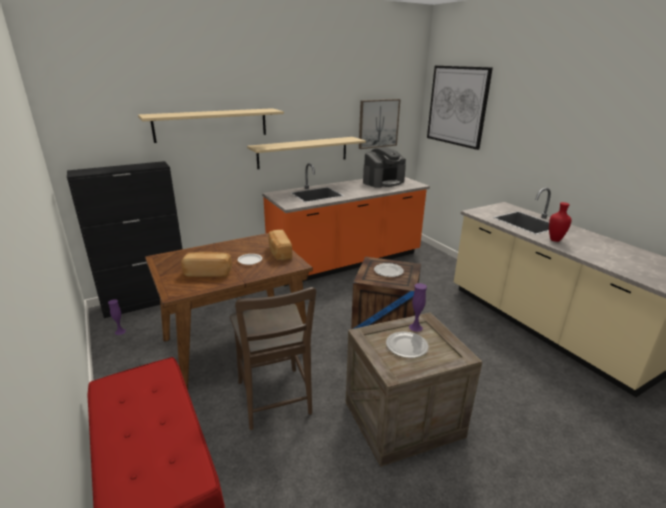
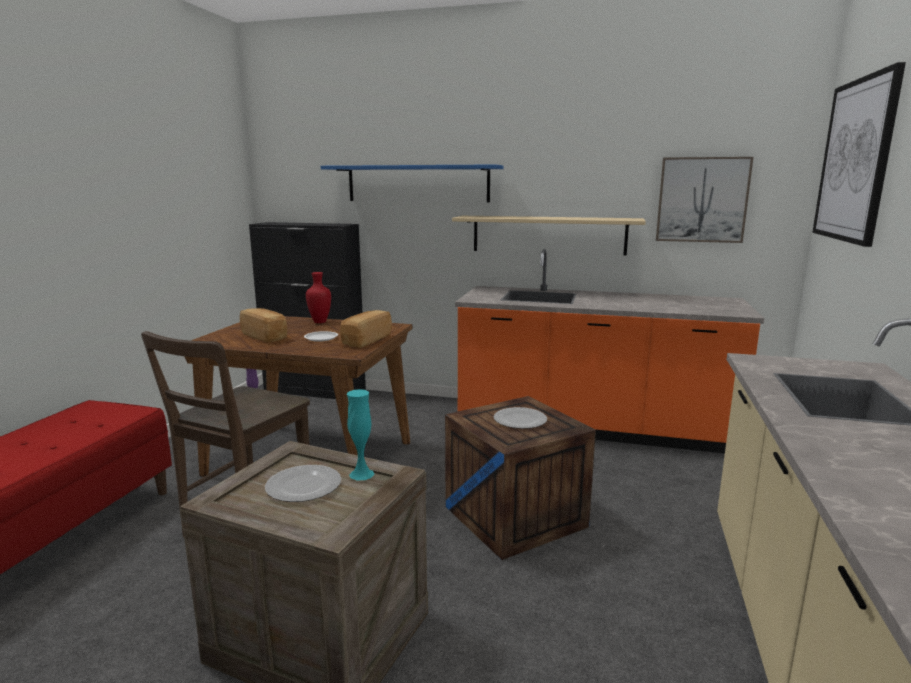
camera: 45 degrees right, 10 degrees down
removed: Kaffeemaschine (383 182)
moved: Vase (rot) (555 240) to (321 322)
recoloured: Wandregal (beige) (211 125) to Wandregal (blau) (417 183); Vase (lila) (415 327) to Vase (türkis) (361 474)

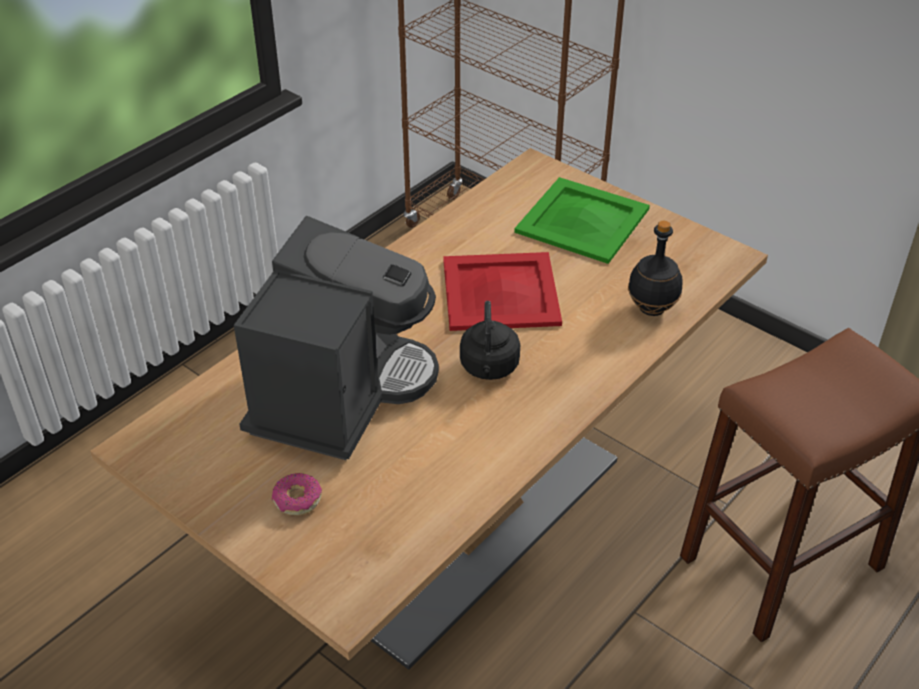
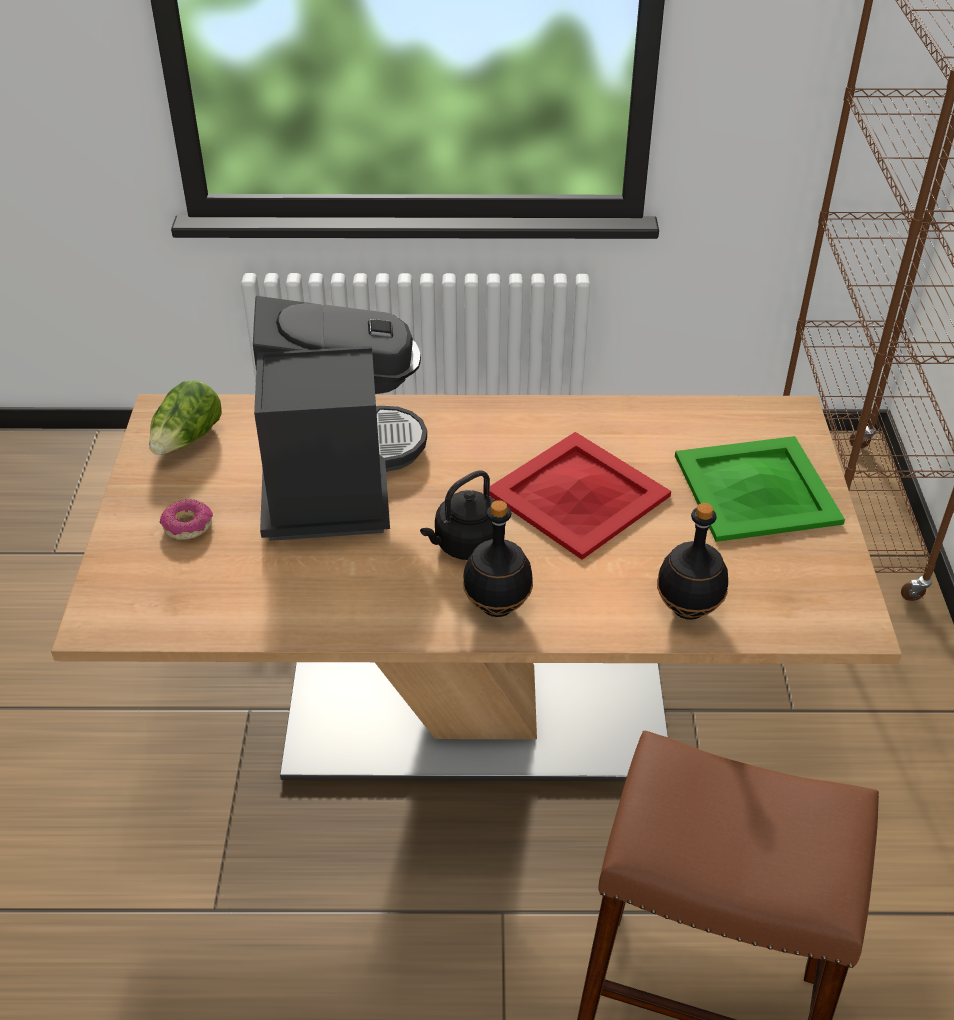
camera: 50 degrees right, 0 degrees up
added: Salatkopf (187 439); Flasche (schwarz) (496 605)
turned: Kaffeemaschine (340 392) = (334 476) 75 degrees counterclockwise

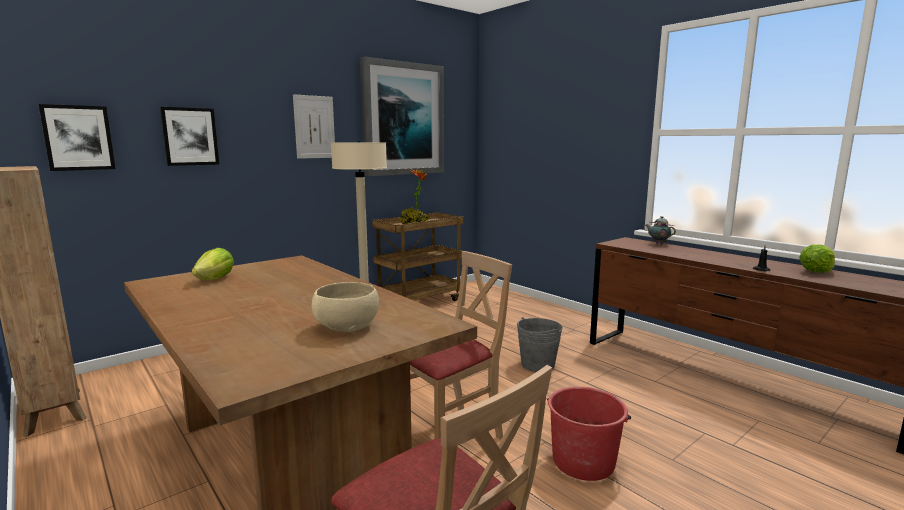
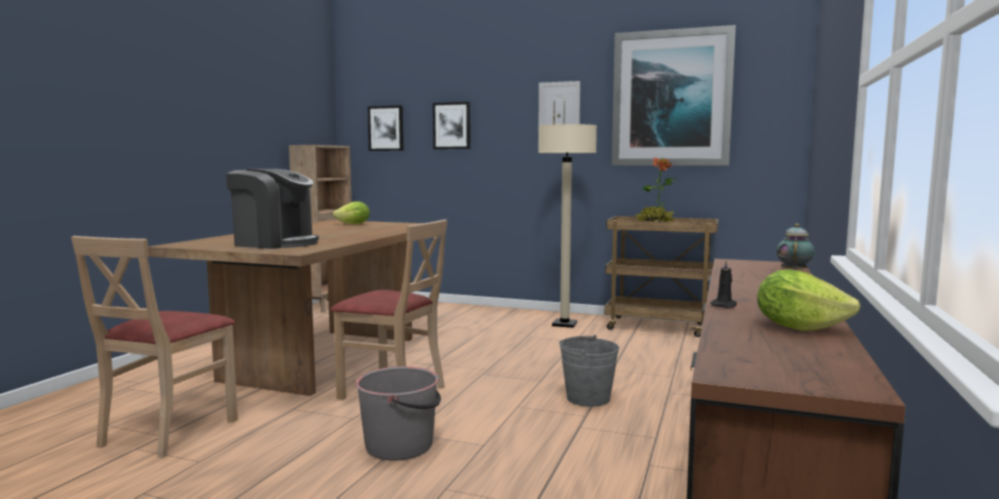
camera: 60 degrees right, 5 degrees down
replaced: Schüssel (beige) (346 327) to Kaffeemaschine (275 243)
recoloured: Eimer (rot) (583 461) to Eimer (grau) (400 446)

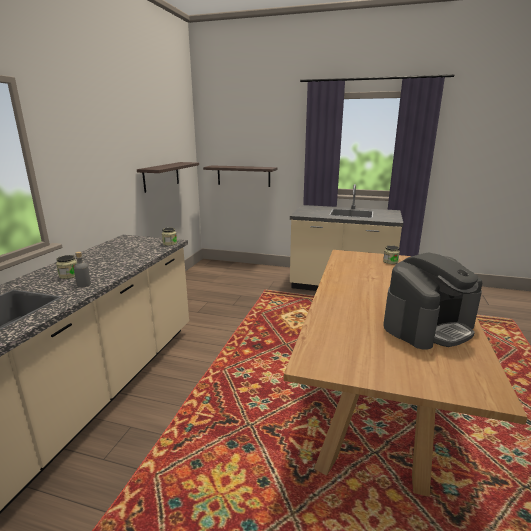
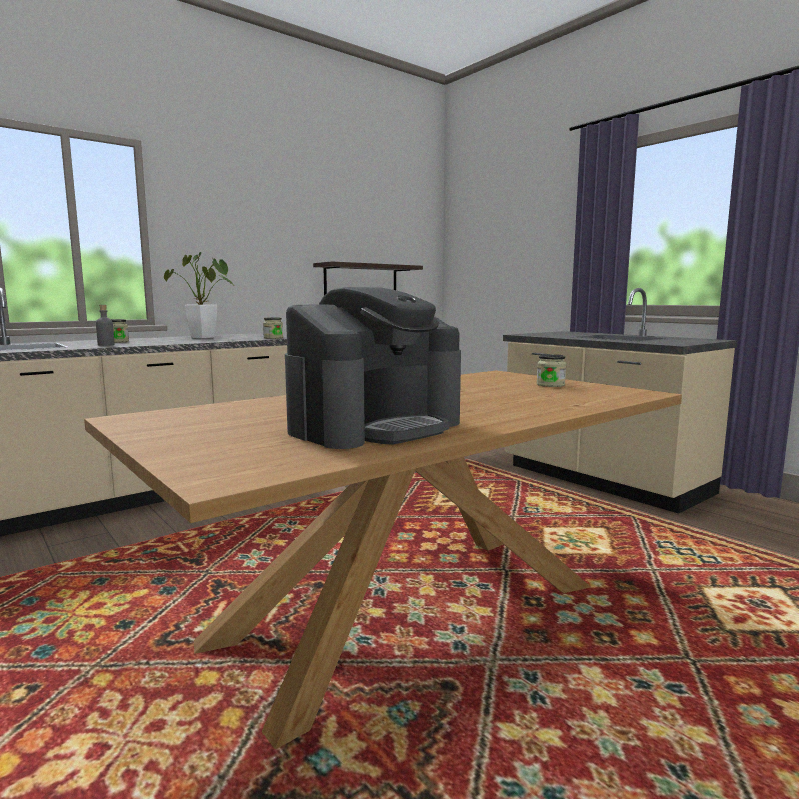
camera: 35 degrees right, 10 degrees down
removed: Wandregal (243 176)
added: Topfpflanze (206 337)
turned: Kaffeemaschine (428 326) = (375 426) 45 degrees counterclockwise

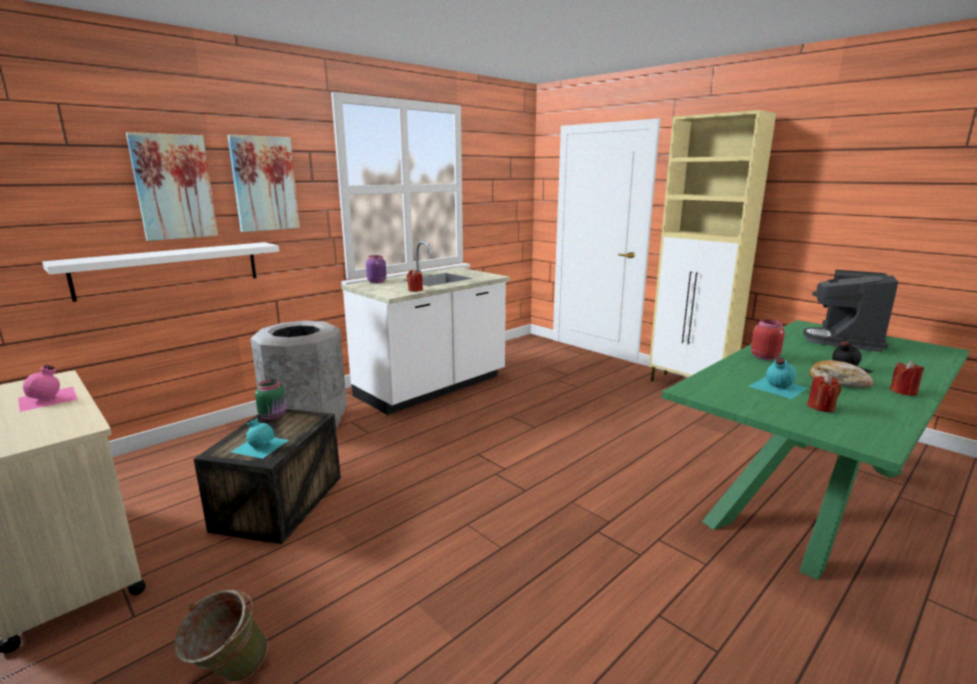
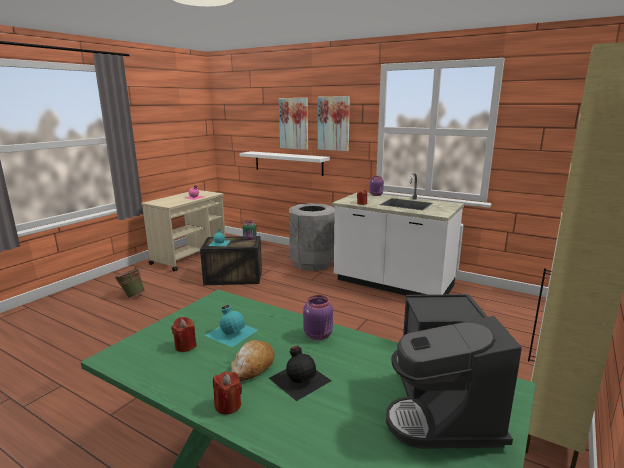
camera: 75 degrees right, 0 degrees up
recoloured: Vorratsglas (rot) (764 357) to Vorratsglas (lila) (319 335)
turned: Kaffeemaschine (847 340) = (442 410) 105 degrees counterclockwise

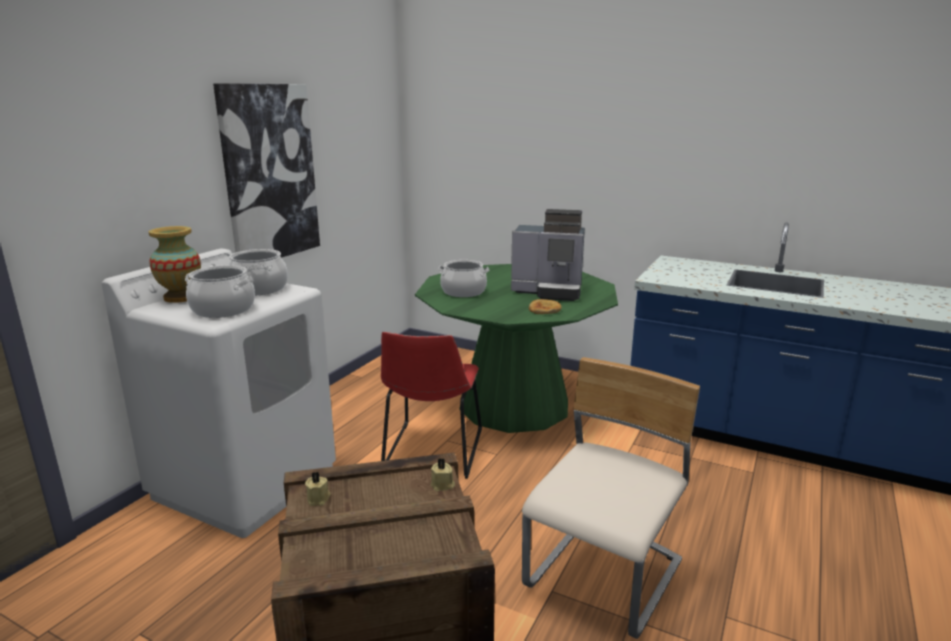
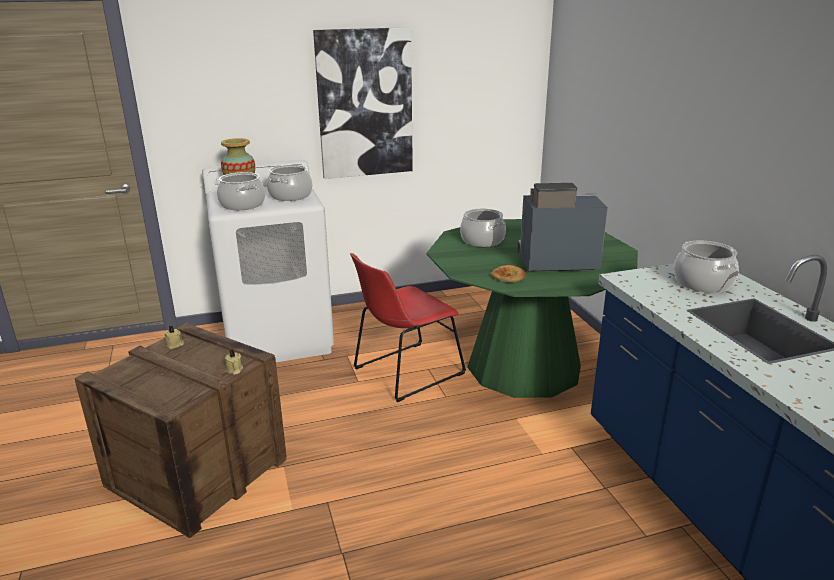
camera: 45 degrees right, 5 degrees up
removed: Stuhl (beige) (605 577)
added: Kochtopf (702 283)
turned: Kaffeemaschine (549 291) = (554 262) 120 degrees clockwise

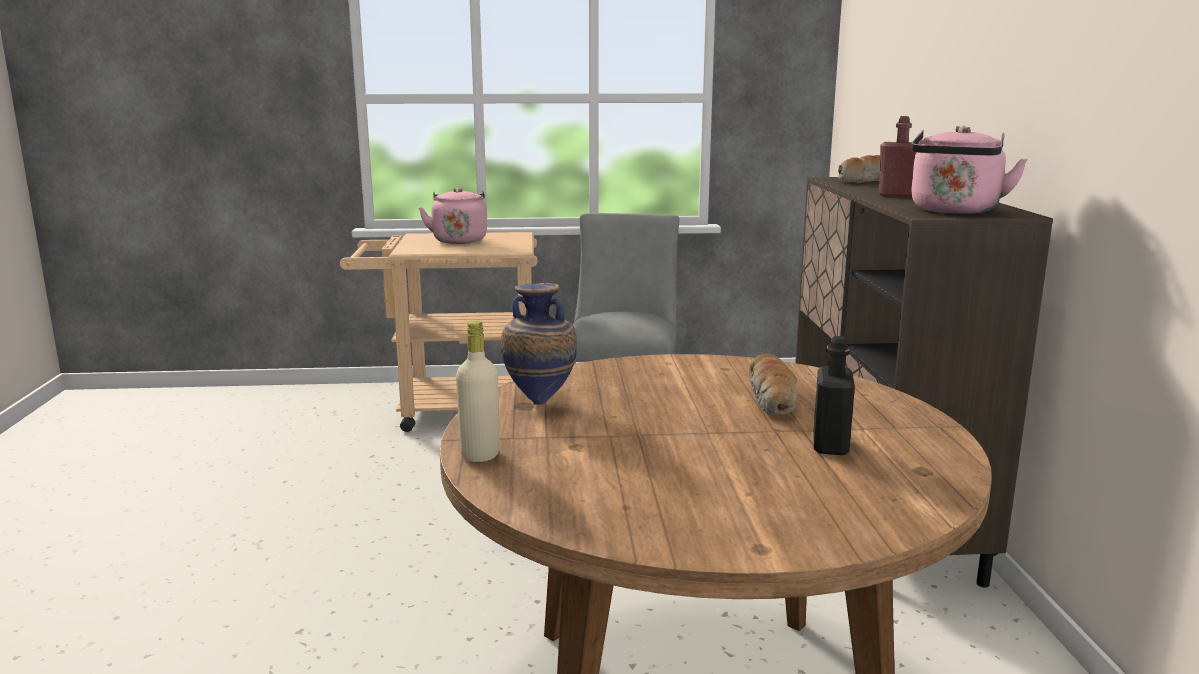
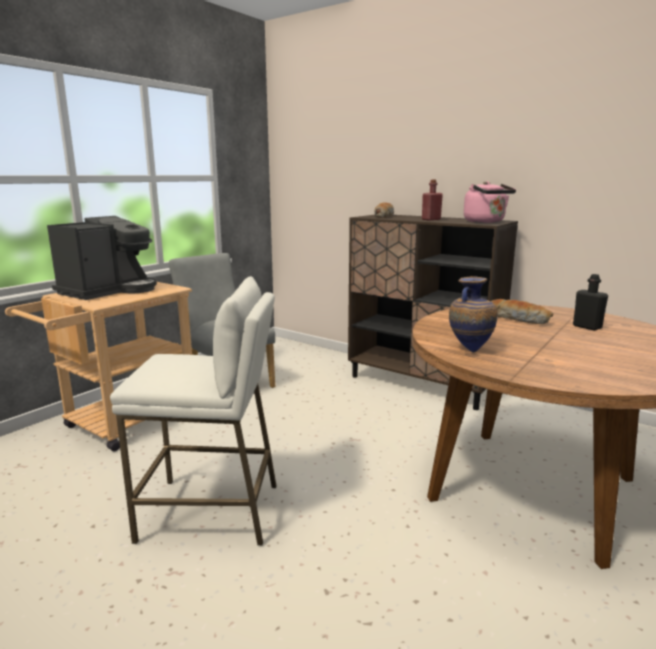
camera: 50 degrees left, 0 degrees up
removed: Flasche (beige) (480 455)
added: Hocker (weiß) (211 511)
replaced: Wasserkessel (rosa) (459 240) to Kaffeemaschine (109 291)

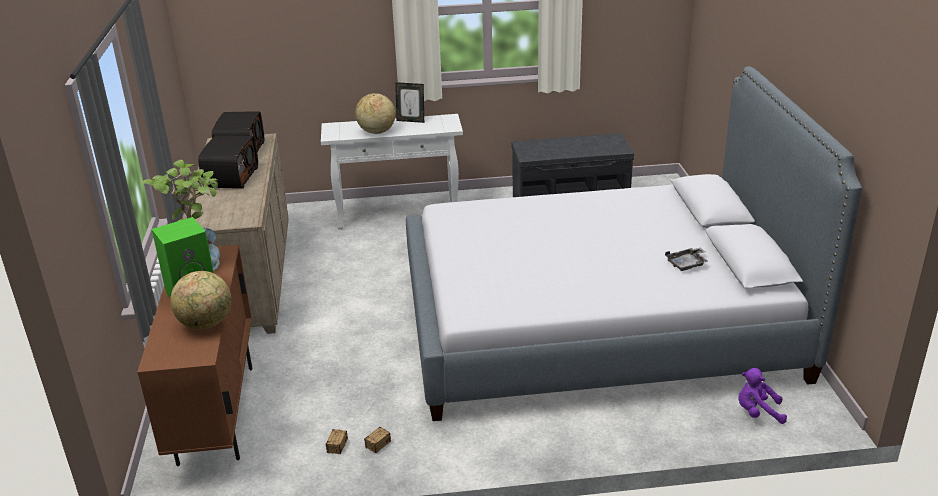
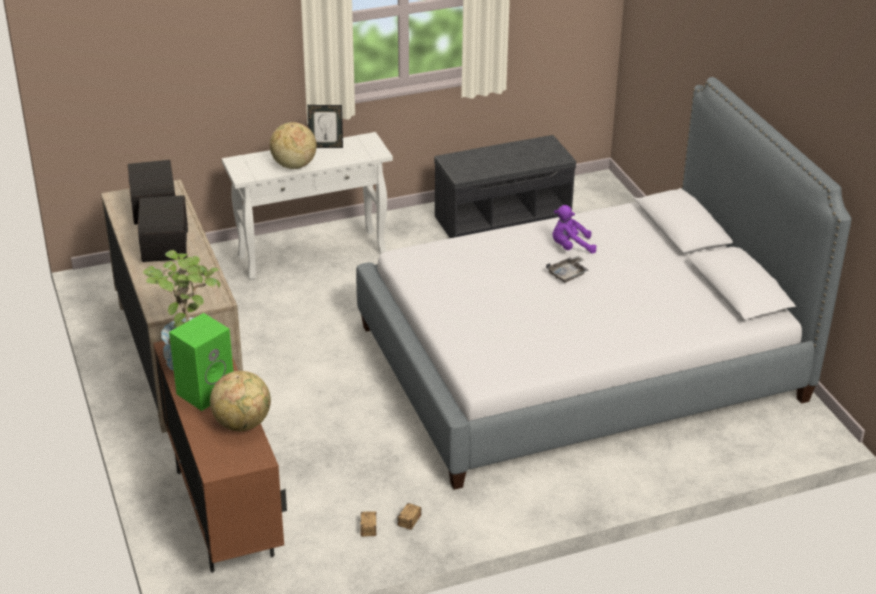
camera: 15 degrees left, 5 degrees up
moved: Tablett (grau) (687 264) to (568 274); Plüschtier (lila) (757 412) to (570 247)

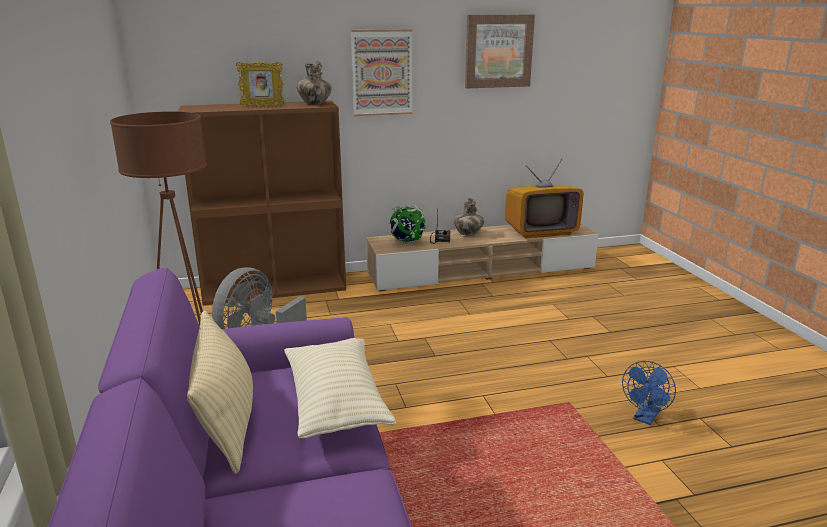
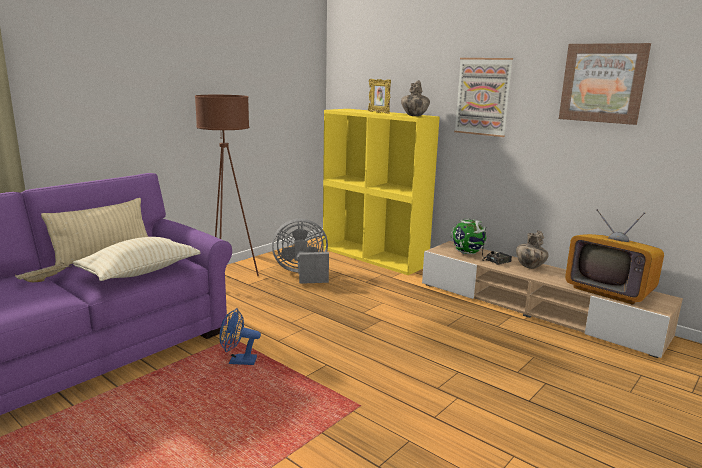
camera: 55 degrees right, 5 degrees down
added: Tablett (beige) (45 279)
moved: Ventilator (blau) (645 418) to (238 361)
recoloured: Bücherregal (braun) (276 288) to Bücherregal (gelb) (374 257)

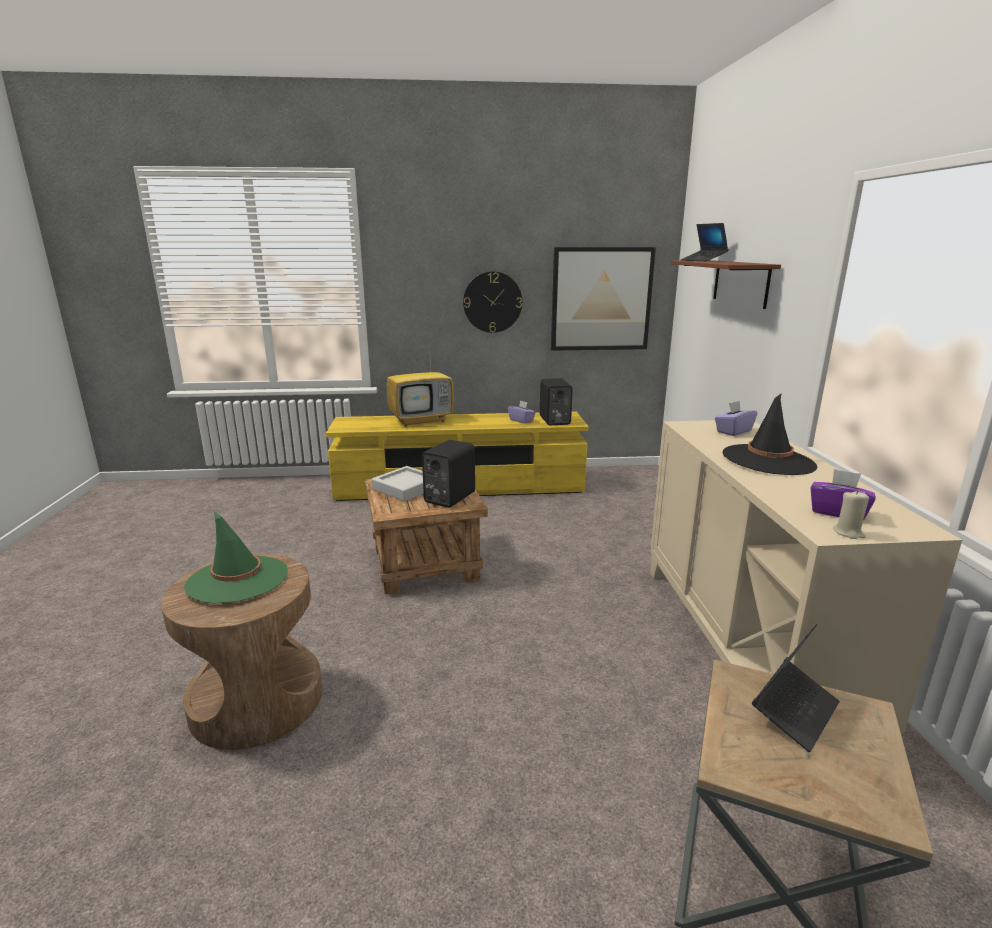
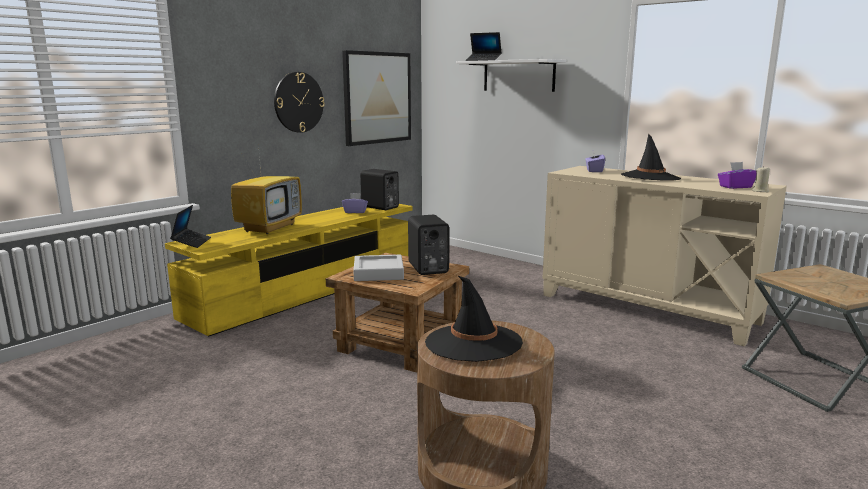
camera: 45 degrees left, 5 degrees down
moved: Laptop (794 711) to (191 242)
recoloured: Wandregal (braun) (740 283) to Wandregal (weiß) (518 76); Hut (grün) (238 579) to Hut (schwarz) (473 343)

